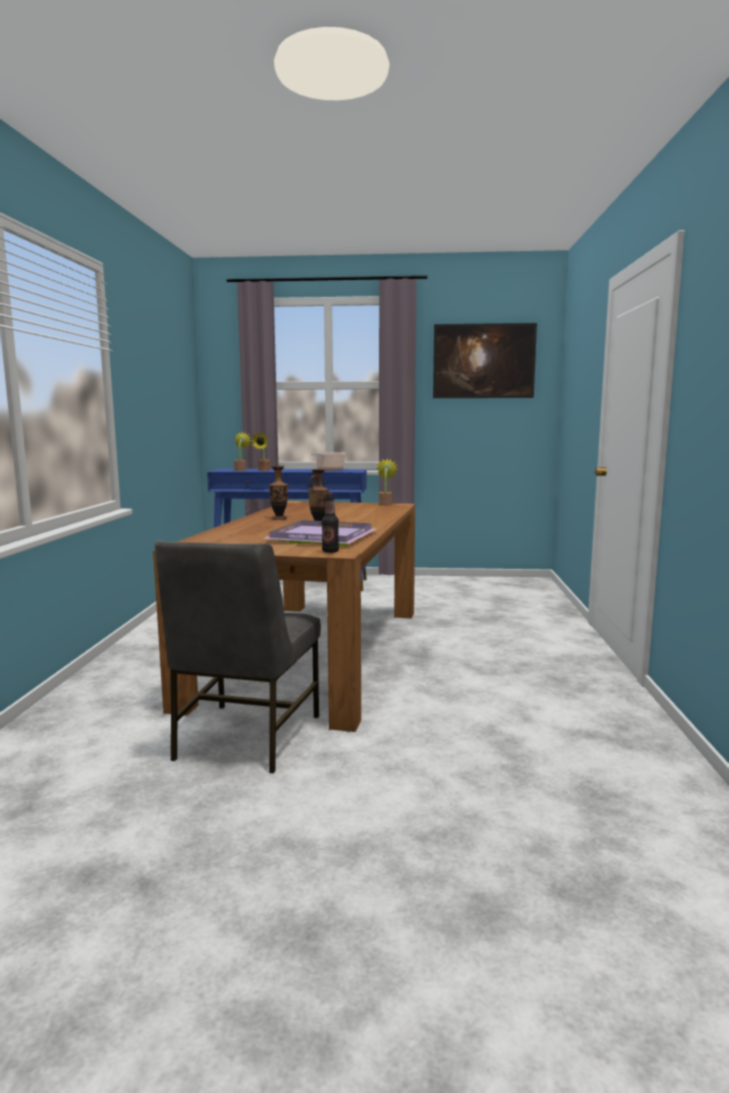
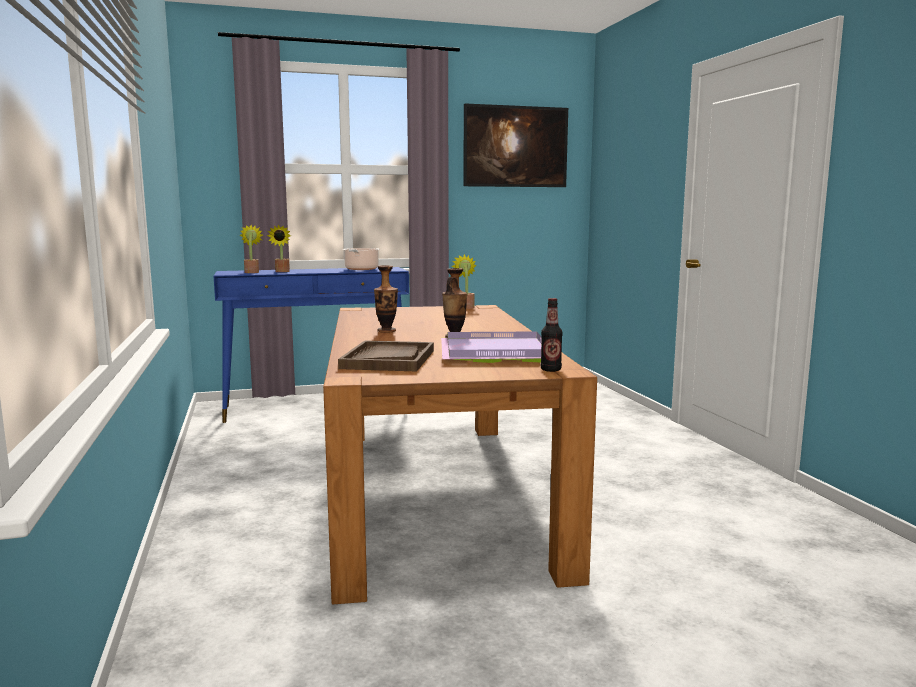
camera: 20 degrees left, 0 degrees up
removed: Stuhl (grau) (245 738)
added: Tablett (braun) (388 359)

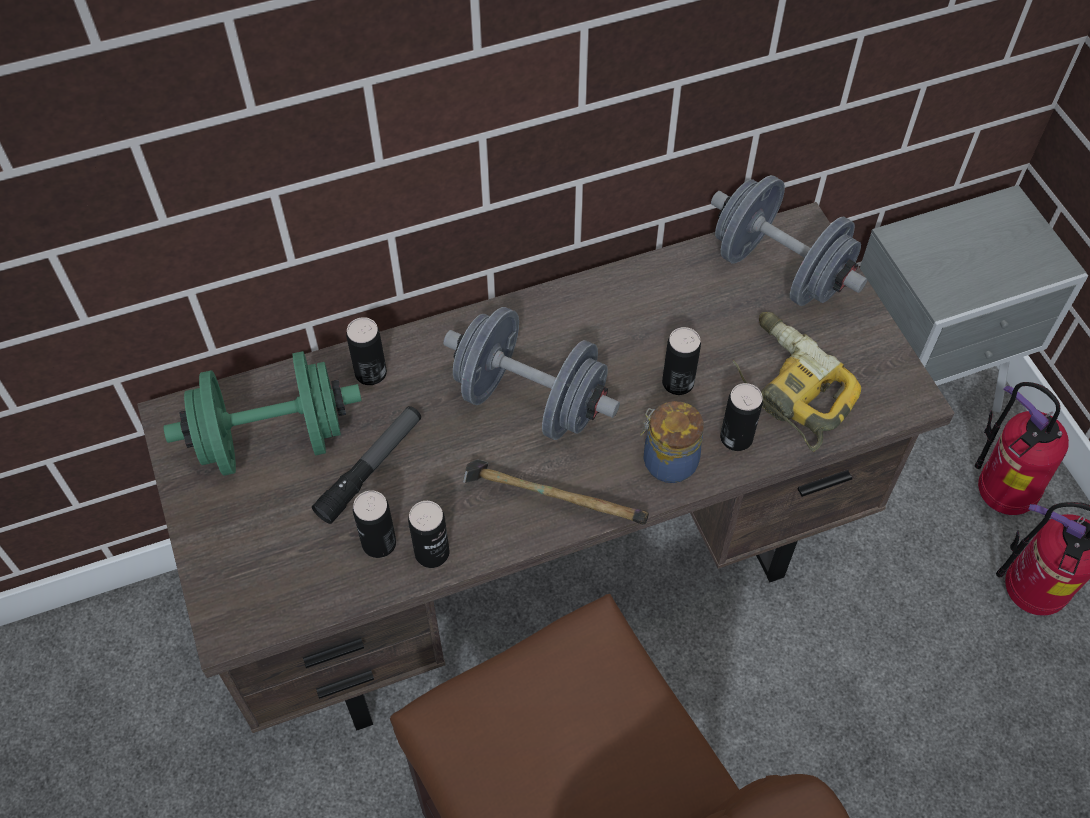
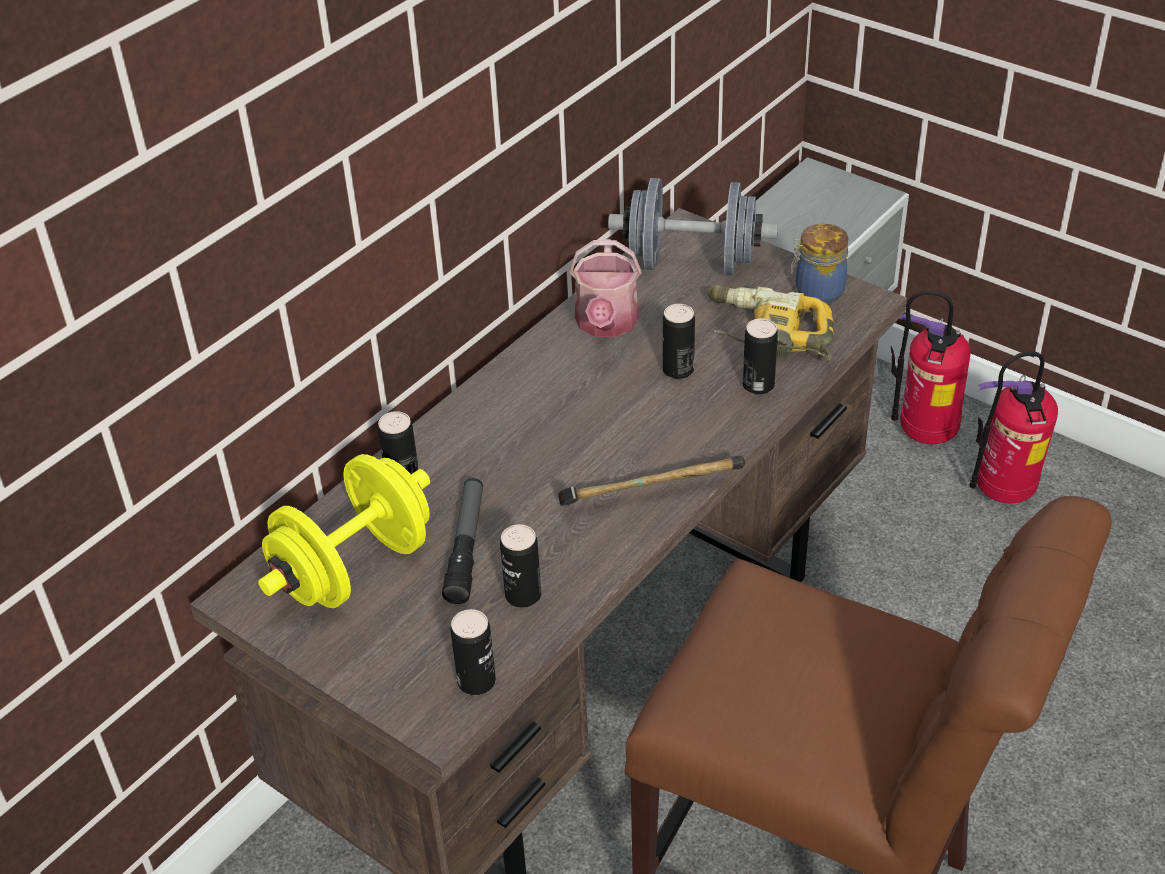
camera: 30 degrees left, 15 degrees down
removed: Hantel (grau) (530 401)
added: Gießkanne (606 324)
moved: Vorratsglas (667 461) to (817 291); Dose (432 553) to (476 681)
recoloured: Hantel (grün) (273 440) to Hantel (gelb) (354 568)

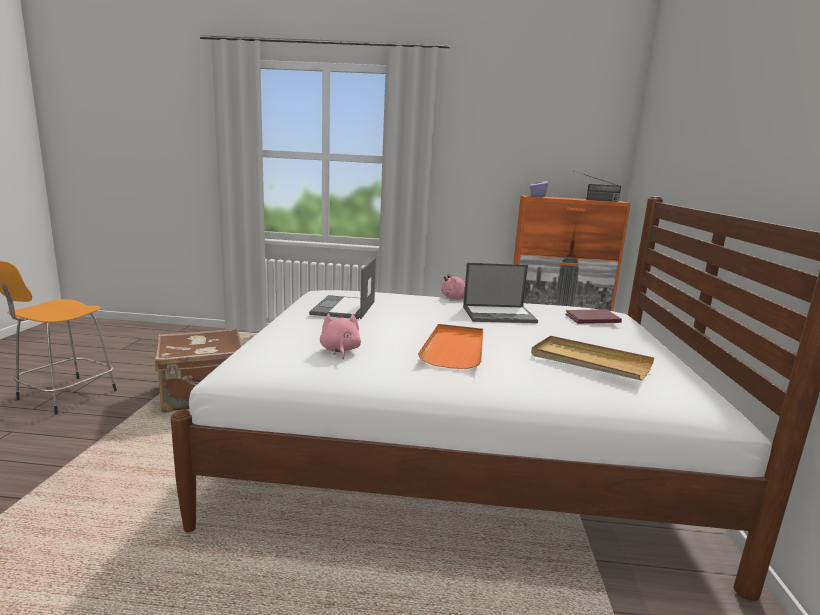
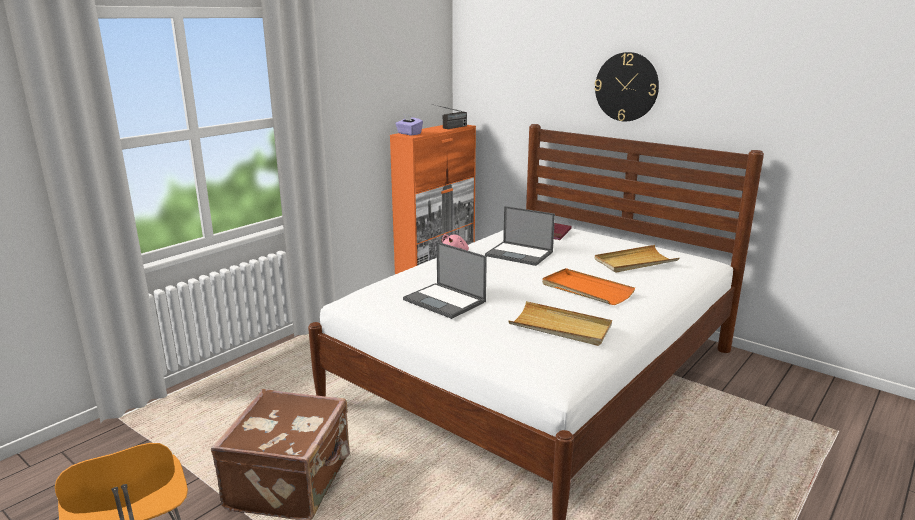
camera: 55 degrees left, 5 degrees up
added: Wanduhr (626 87)
replaced: Plüschtier (rosa) (340 350) to Tablett (beige) (560 327)
turned: Laptop (499 314) = (520 254) 90 degrees clockwise

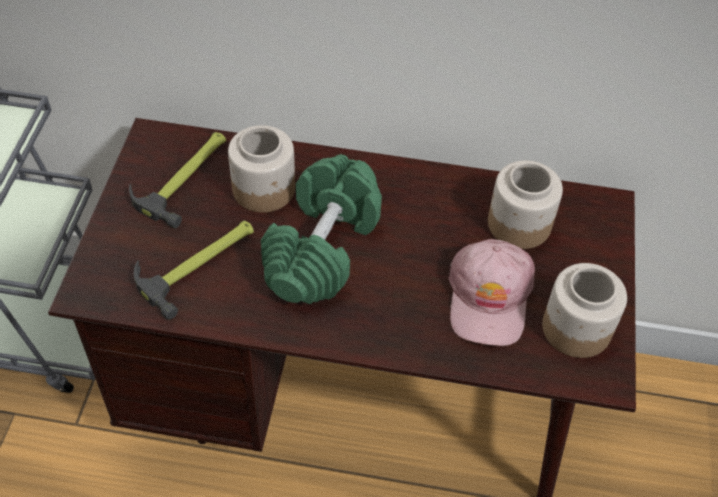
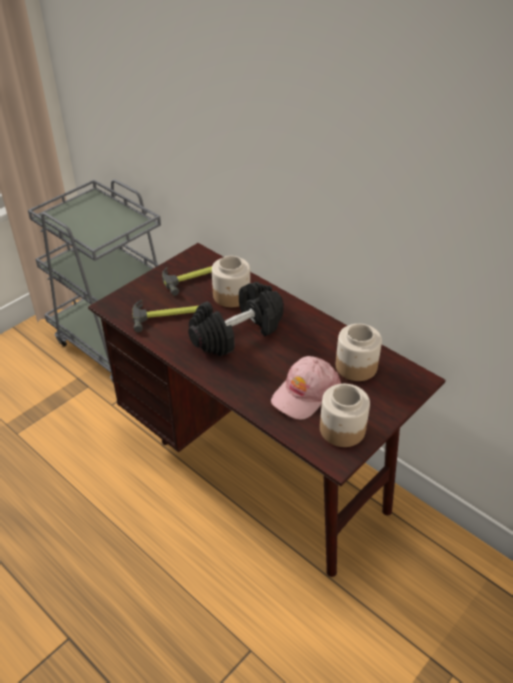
camera: 35 degrees right, 10 degrees down
recoloured: Hantel (grün) (321 247) to Hantel (schwarz) (237 332)

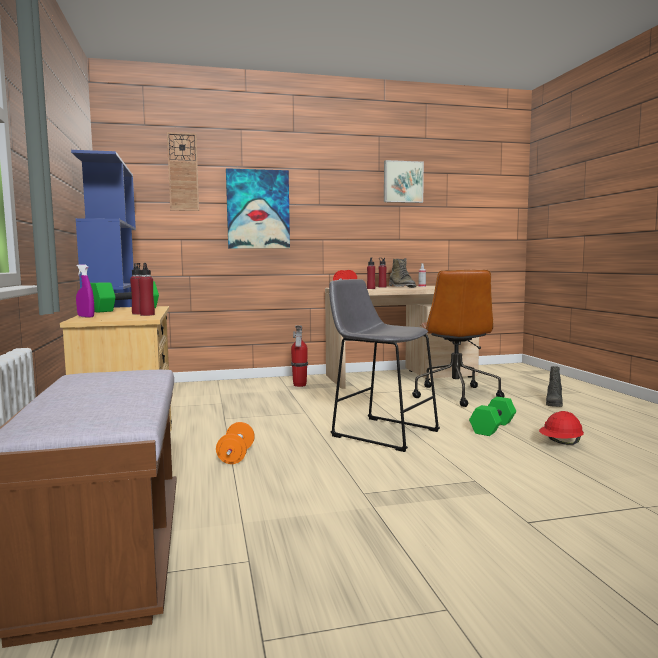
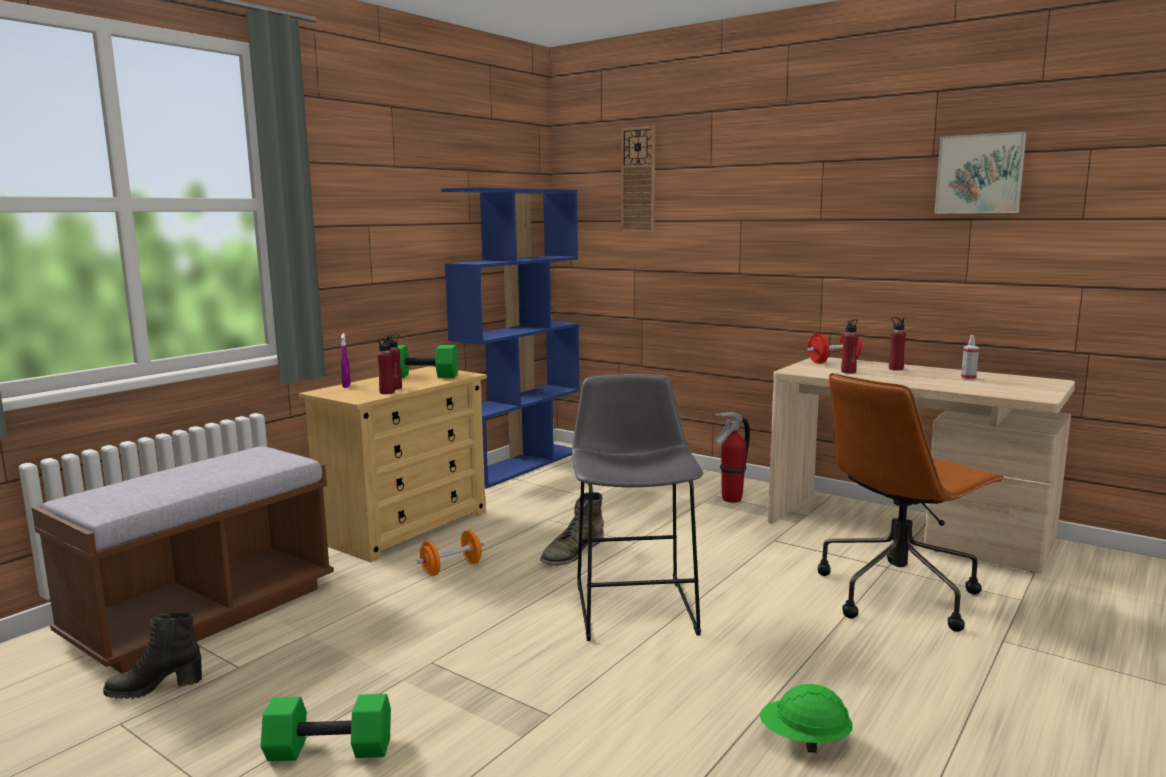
camera: 50 degrees right, 5 degrees up
removed: Bild (258 209)
moved: Stiefel (grün) (401 287) to (572 552); Stiefel (schwarz) (553 404) to (155 687); Hantel (grün) (492 427) to (331 749)
recoloured: Schutzhelm (rot) (561 443) to Schutzhelm (grün) (804 741)

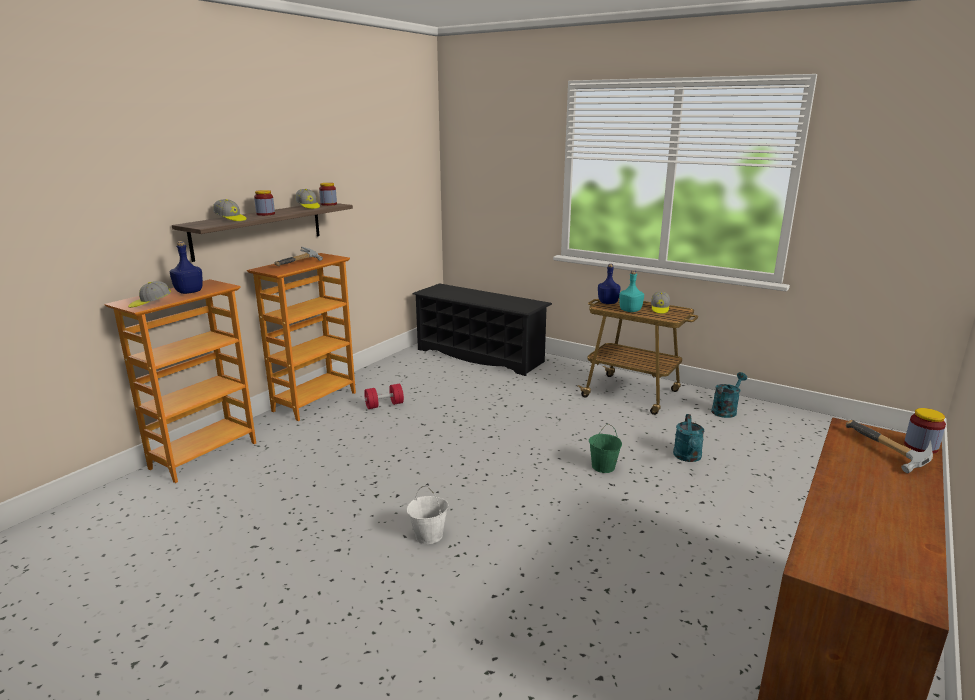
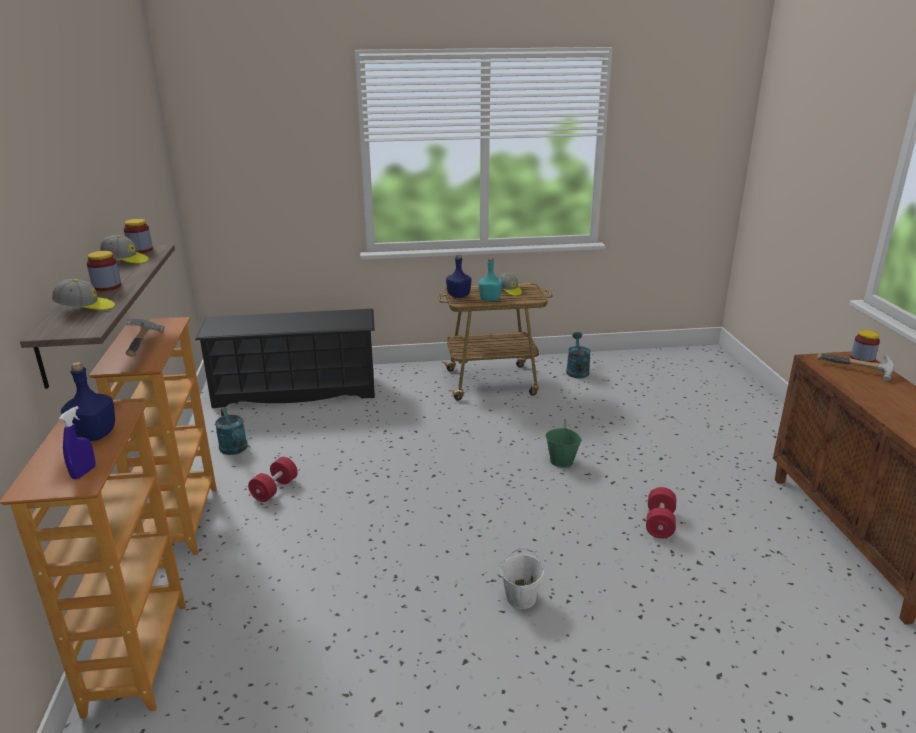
camera: 40 degrees left, 5 degrees up
added: Hantel (rot) (659 523)
moved: Gießkanne (türkis) (688 457) to (235 450)
replaced: Kappe (150 304) to Sprühflasche (blau) (84 473)

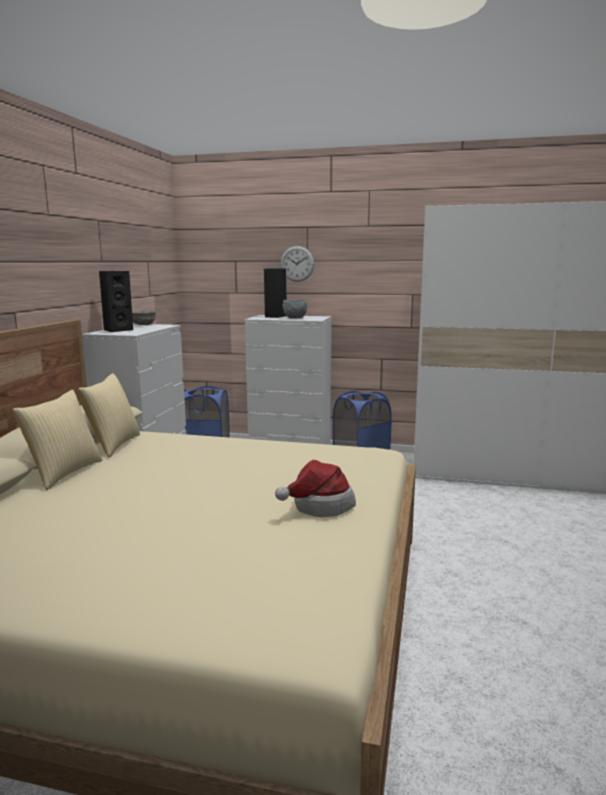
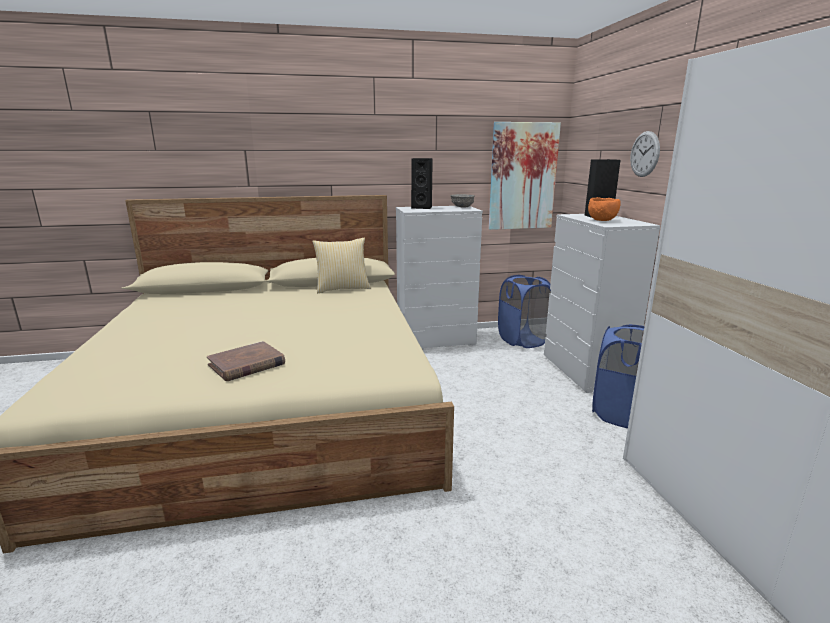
camera: 65 degrees right, 5 degrees up
removed: Kissen (63 473)
added: Bild (523 177)
replaced: Hut (319 505) to Buch (braun) (247 364)
recoloured: Schüssel (grau) (294 318) to Schüssel (orange) (602 220)

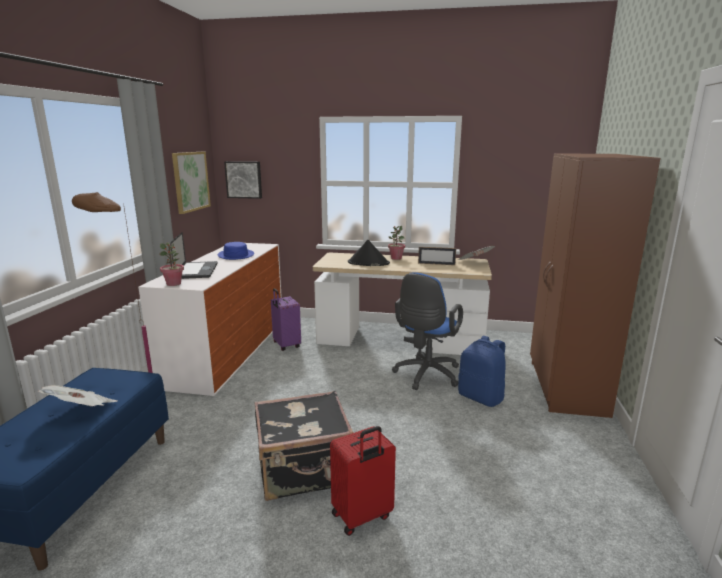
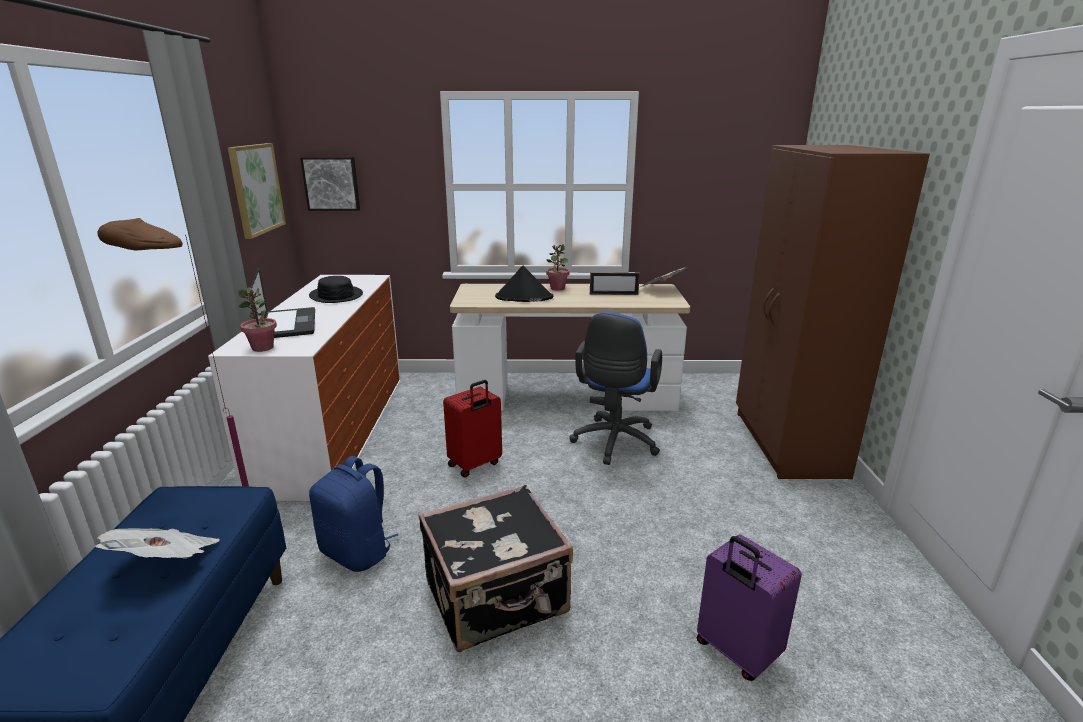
camera: 10 degrees left, 5 degrees up
moved: Koffer (lila) (286 345) to (735 652); Rucksack (blau) (481 397) to (358 552); Koffer (rot) (362 516) to (475 465)
recoloured: Hut (blau) (235 255) to Hut (schwarz) (336 295)

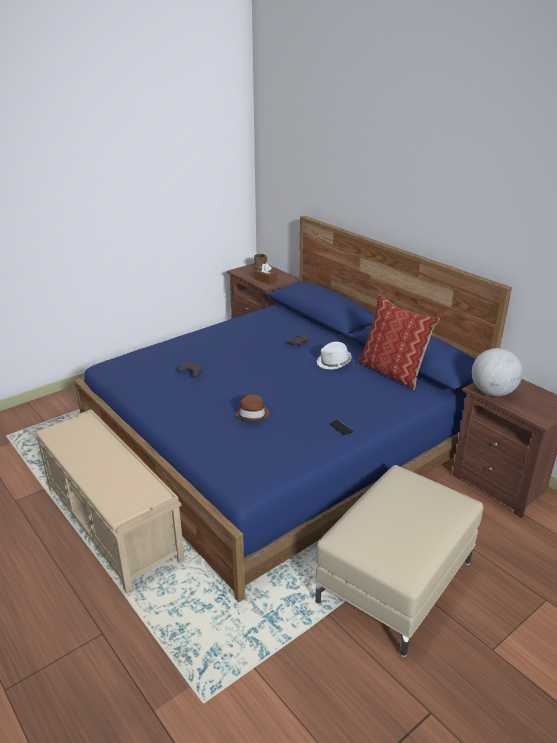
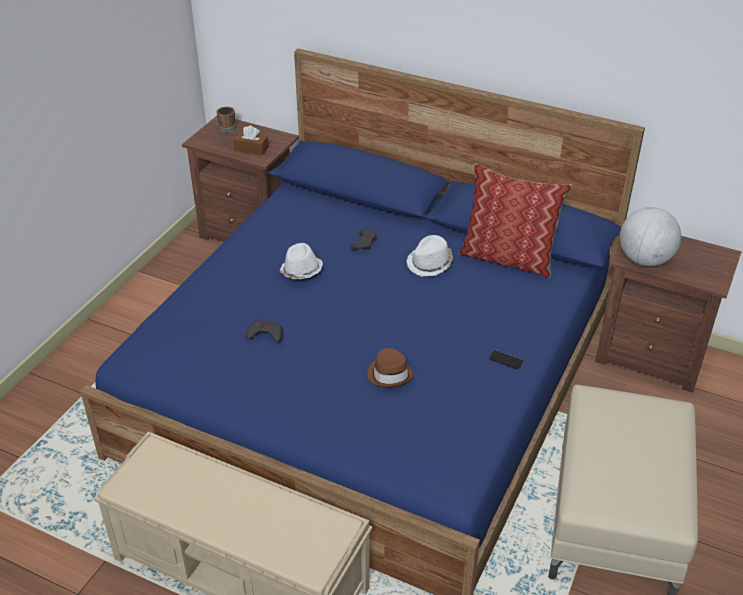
camera: 25 degrees left, 10 degrees up
added: Hut (weiß) (301 271)

